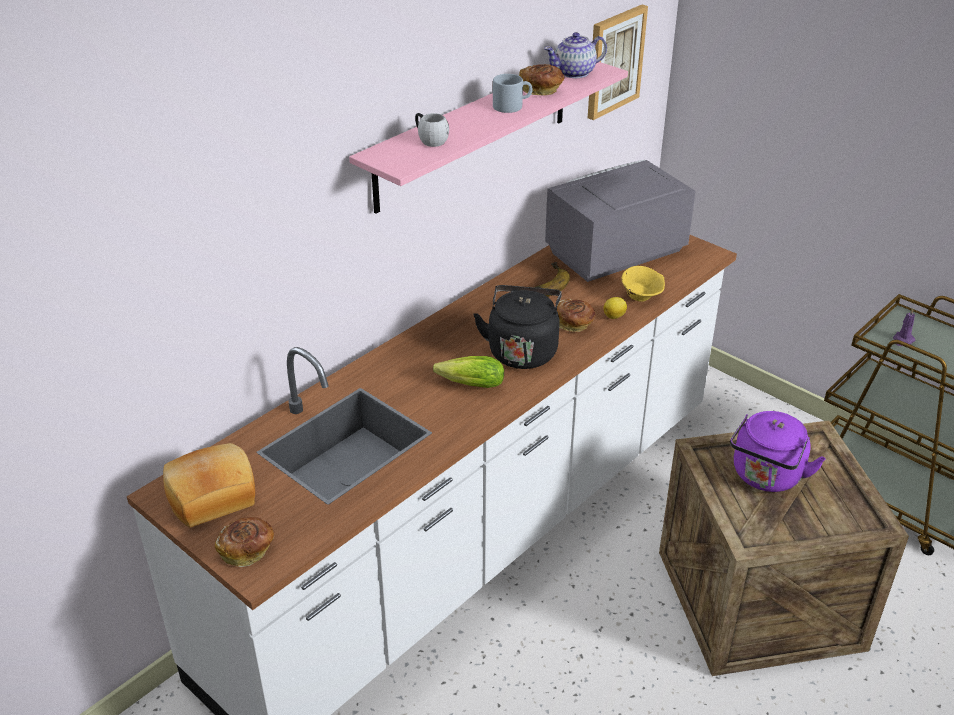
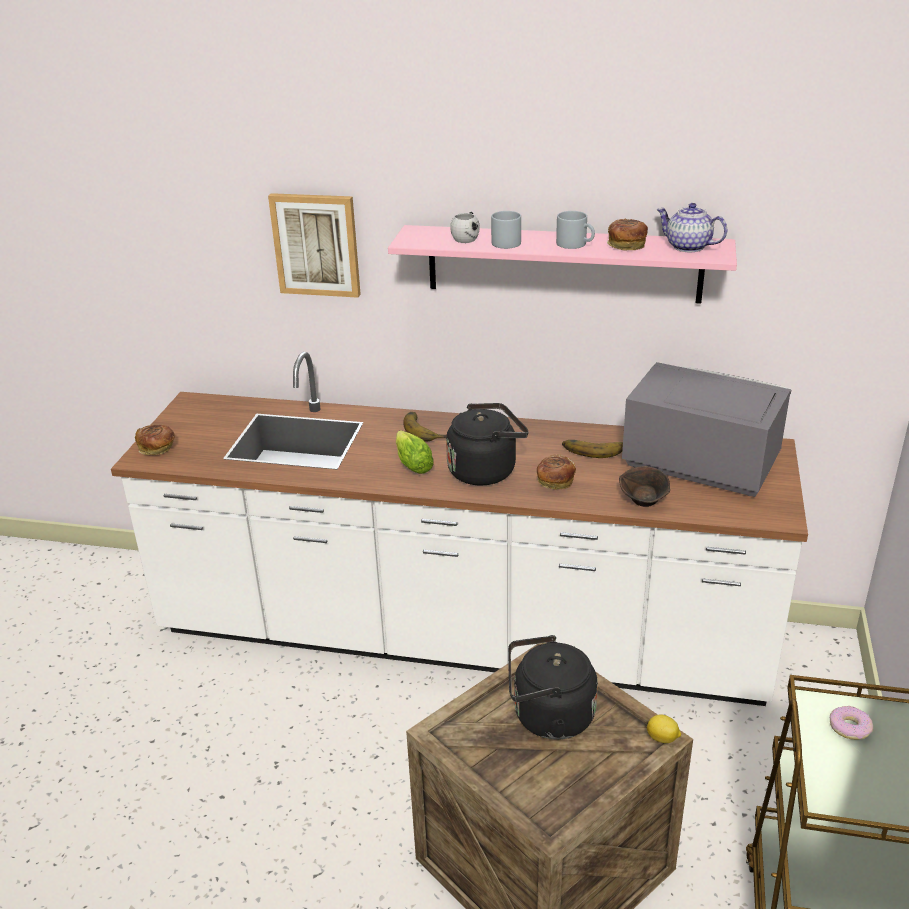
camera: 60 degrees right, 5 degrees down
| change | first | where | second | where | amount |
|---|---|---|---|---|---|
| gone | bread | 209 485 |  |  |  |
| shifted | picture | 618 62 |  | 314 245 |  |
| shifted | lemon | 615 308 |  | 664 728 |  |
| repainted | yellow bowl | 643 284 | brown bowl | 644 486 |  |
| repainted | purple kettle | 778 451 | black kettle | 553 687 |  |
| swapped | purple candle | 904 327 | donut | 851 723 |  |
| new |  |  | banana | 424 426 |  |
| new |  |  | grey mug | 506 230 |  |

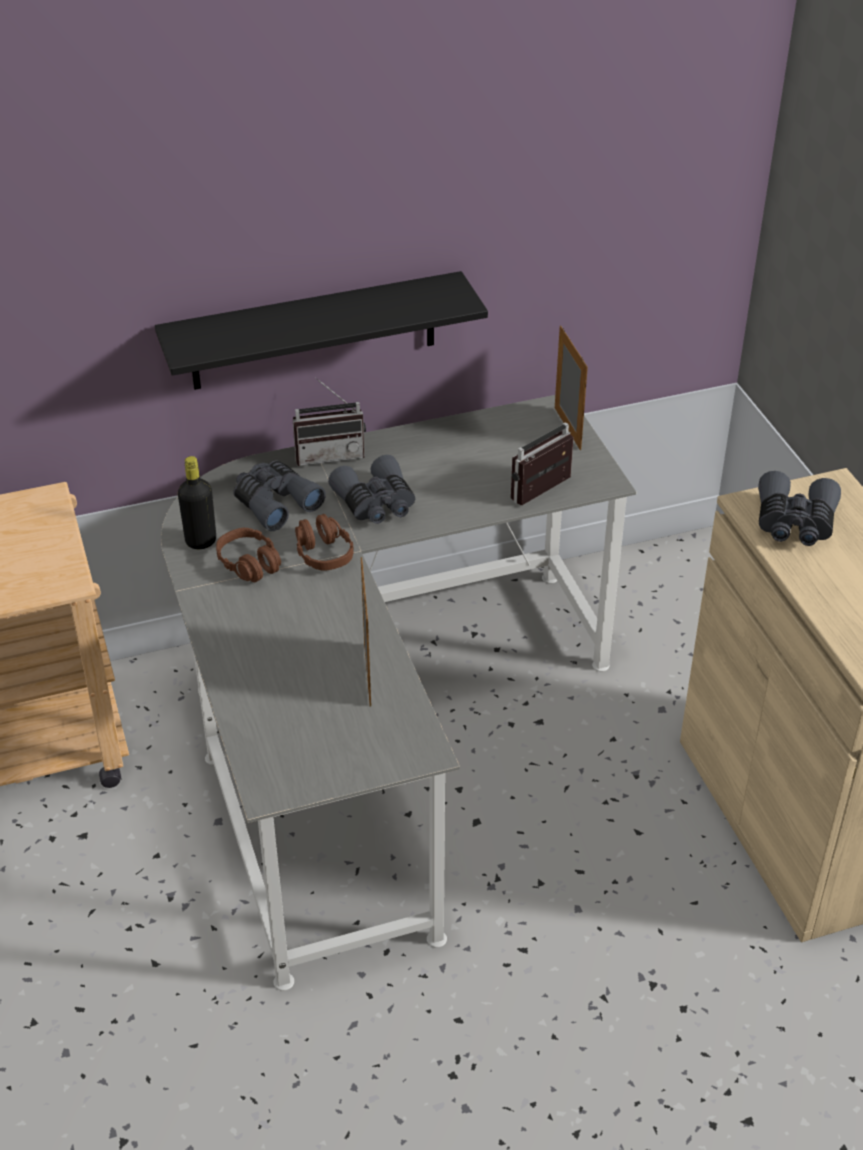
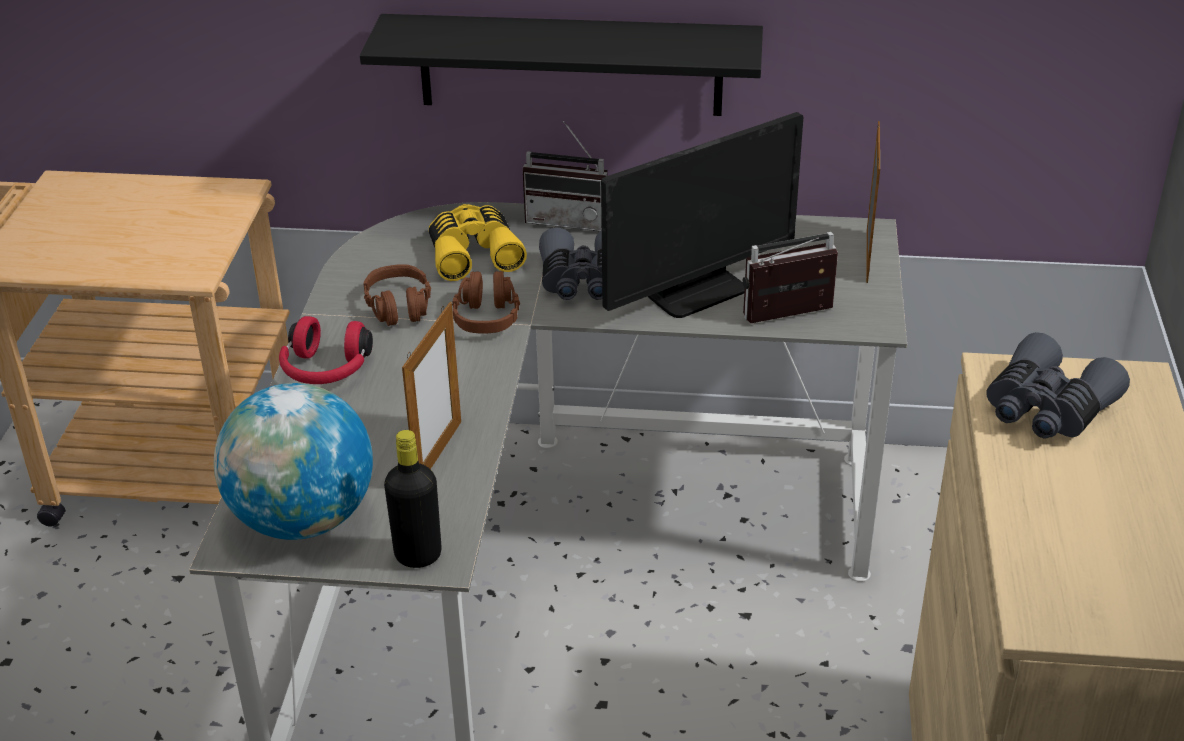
camera: 25 degrees right, 5 degrees down
| change | first | where | second | where | amount |
|---|---|---|---|---|---|
| shifted | black bottle | 197 502 |  | 413 499 |  |
| repainted | grey binoculars | 279 495 | yellow binoculars | 478 242 |  |
| new |  |  | globe | 293 461 |  |
| new |  |  | red headphones | 326 350 |  |
| new |  |  | monitor | 702 215 |  |

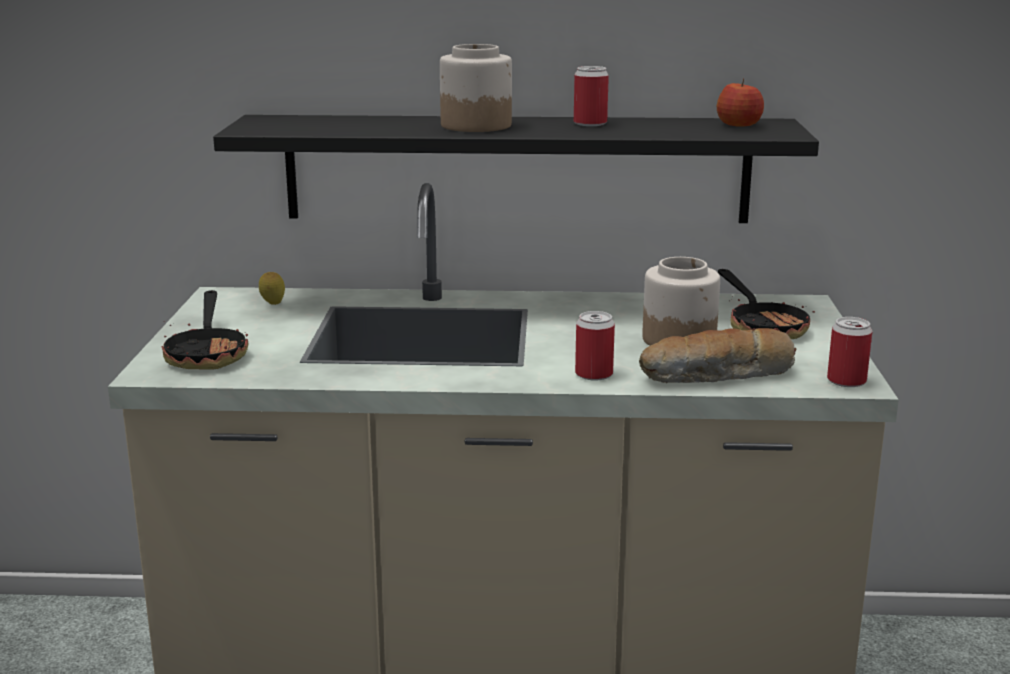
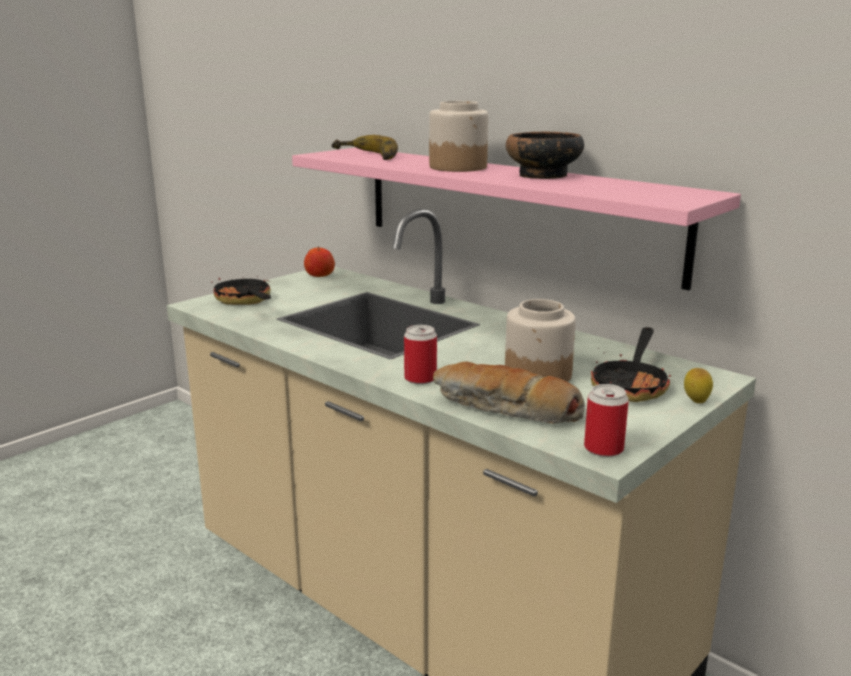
camera: 40 degrees right, 0 degrees up
| change | first | where | second | where | amount |
|---|---|---|---|---|---|
| rotated | frying pan | 205 329 |  | 241 290 | 120 degrees clockwise |
| repainted | black shelf | 516 169 | pink shelf | 516 219 |  |
| shifted | lemon | 272 288 |  | 698 385 |  |
| swapped | can | 591 96 | bowl | 545 155 |  |
| shifted | apple | 740 102 |  | 319 261 |  |
| new |  |  | banana | 364 147 |  |

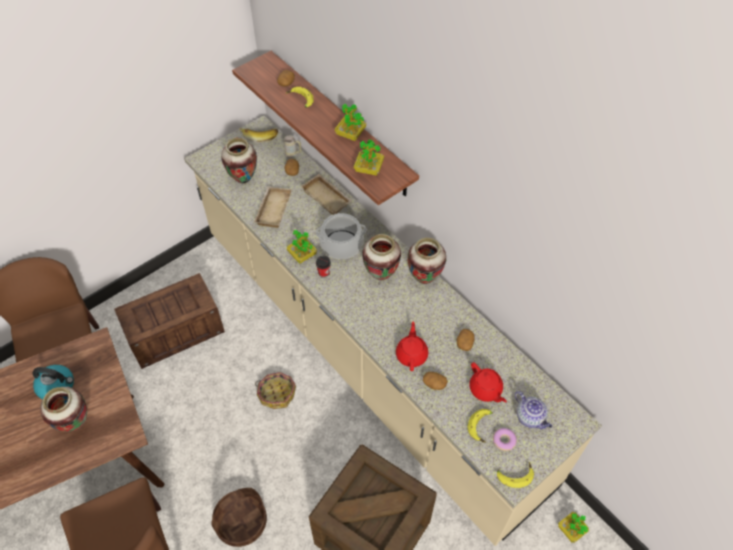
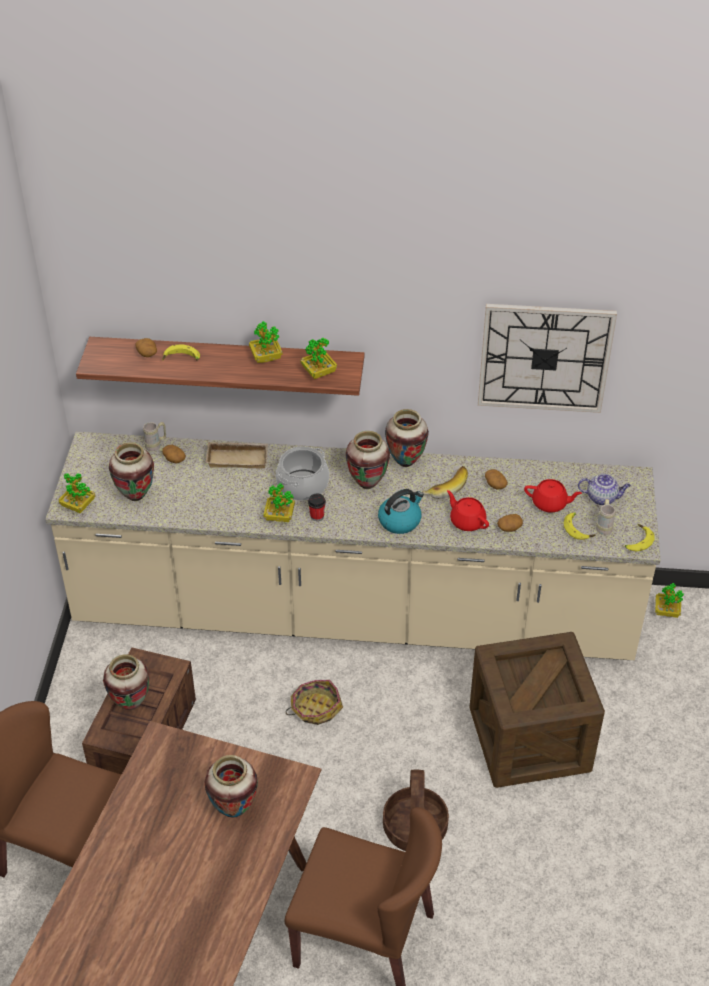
camera: 45 degrees left, 10 degrees down
| change | first | where | second | where | amount |
|---|---|---|---|---|---|
| shifted | kettle | 53 382 |  | 401 511 |  |
| shifted | banana | 258 135 |  | 445 482 |  |
| gone | beige tray | 273 207 |  |  |  |
| swapped | donut | 505 439 | beige mug | 605 517 |  |
| new |  |  | potted plant | 76 493 |  |
| new |  |  | vase | 126 682 |  |
| new |  |  | wall clock | 547 358 |  |

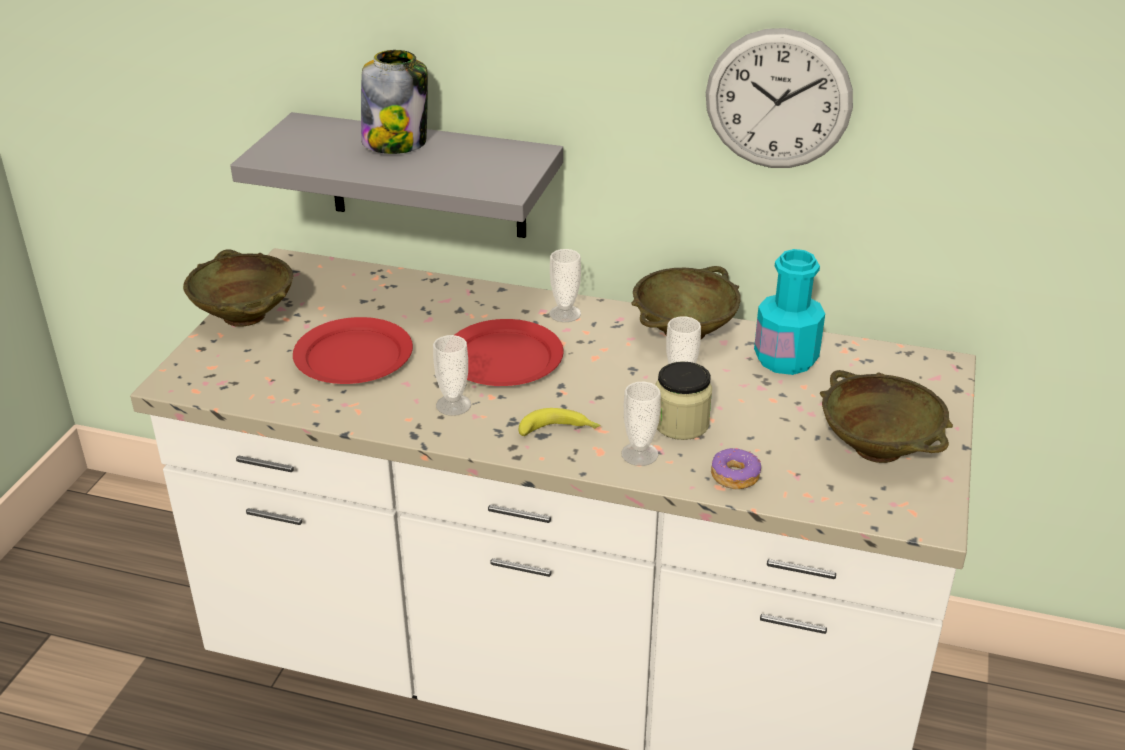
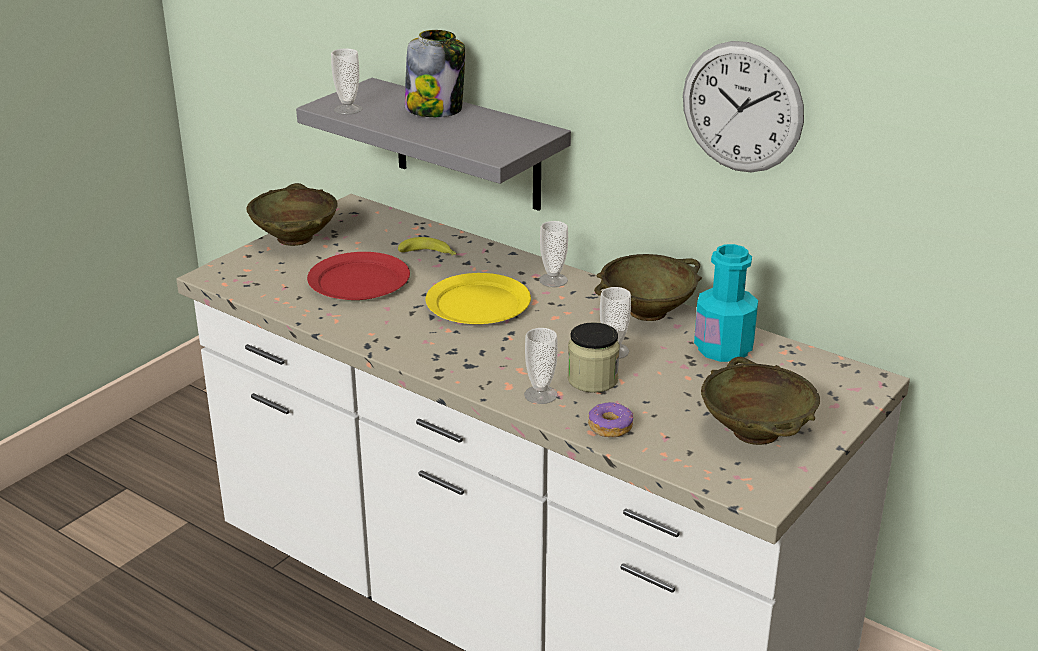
camera: 20 degrees right, 5 degrees down
| change | first | where | second | where | amount |
|---|---|---|---|---|---|
| shifted | cup | 452 375 |  | 346 81 |  |
| repainted | red plate | 509 352 | yellow plate | 478 298 |  |
| shifted | banana | 560 422 |  | 427 246 |  |

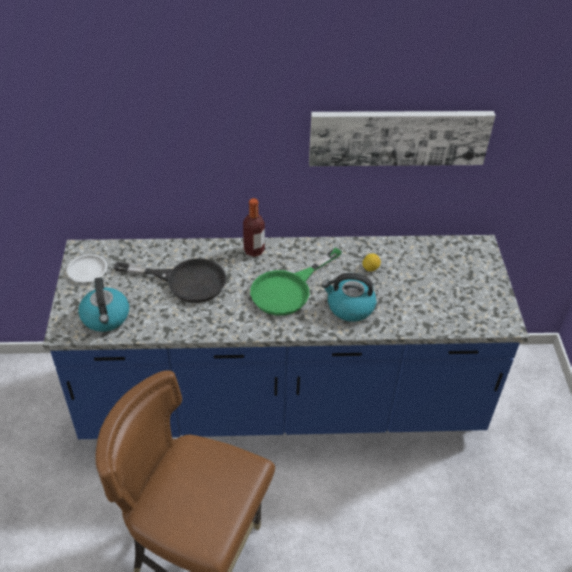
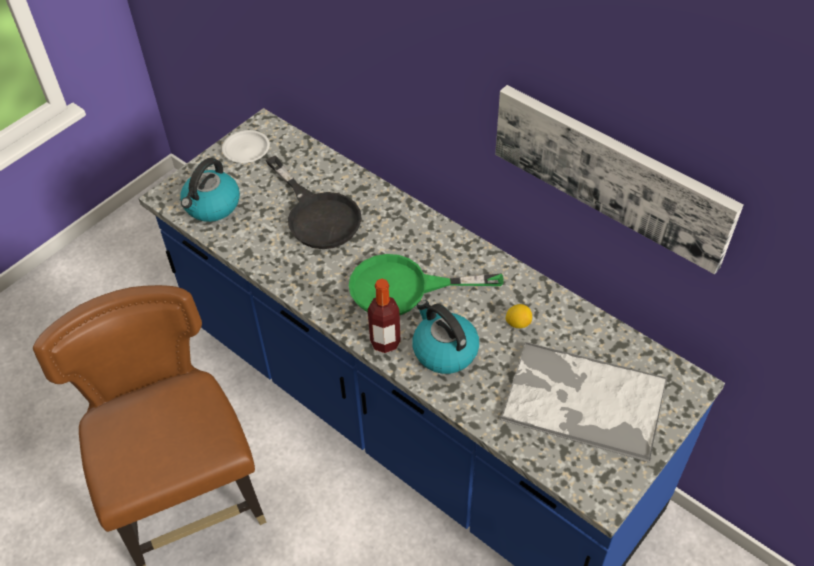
camera: 45 degrees right, 5 degrees up
| change | first | where | second | where | amount |
|---|---|---|---|---|---|
| shifted | bottle | 254 227 |  | 384 316 |  |
| new |  |  | tray | 584 402 |  |

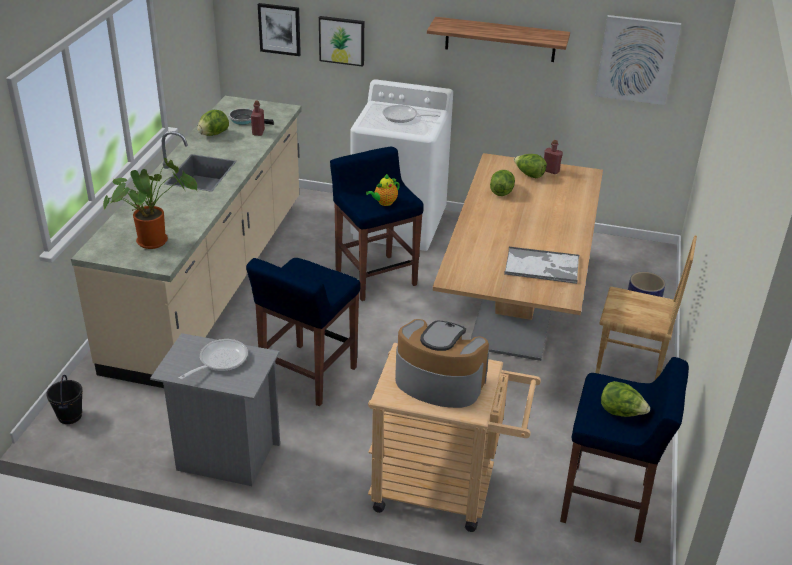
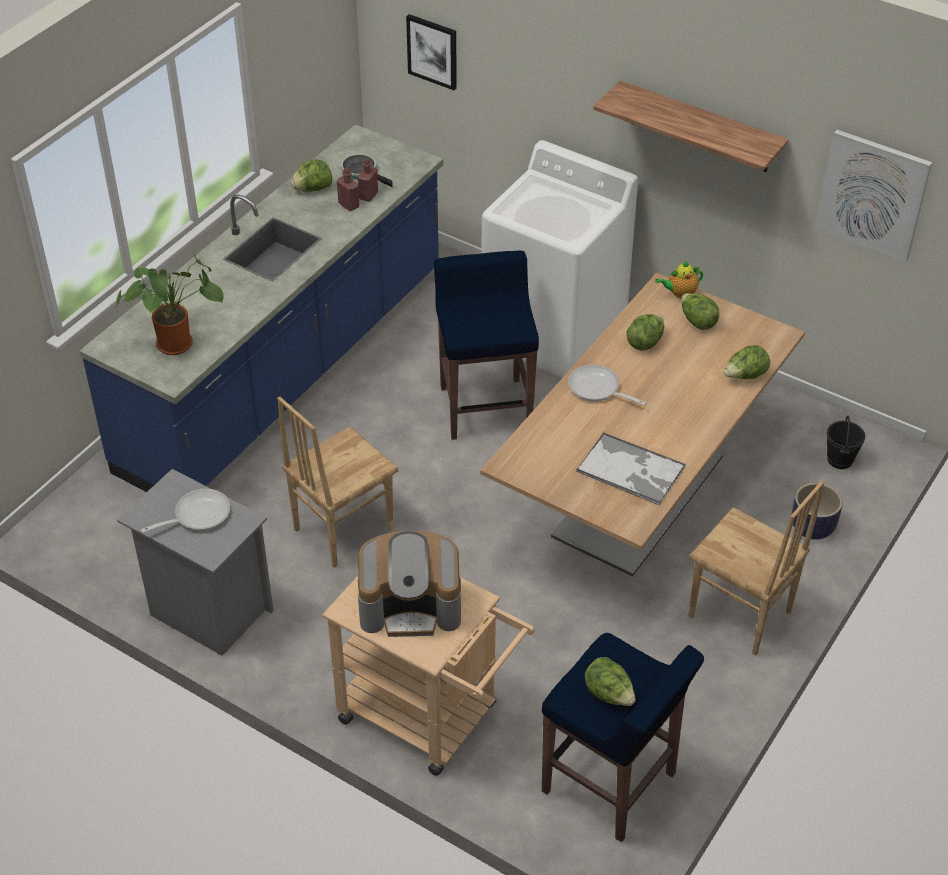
camera: 20 degrees right, 10 degrees up
| change | first | where | second | where | amount |
|---|---|---|---|---|---|
| shifted | black bucket | 64 399 |  | 845 442 |  |
| repainted | beige counter | 186 242 | blue counter | 261 308 |  |
| swapped | blue stool | 303 332 | brown chair | 337 482 |  |
| gone | picture | 341 41 |  |  |  |
| shifted | teapot | 383 190 |  | 679 280 |  |
| shifted | frying pan | 411 114 |  | 607 384 |  |
| rotated | coffee machine | 442 363 |  | 409 584 | 135 degrees clockwise |
| shifted | red bottle | 553 157 |  | 348 189 |  |
| new |  |  | lettuce | 747 362 |  |

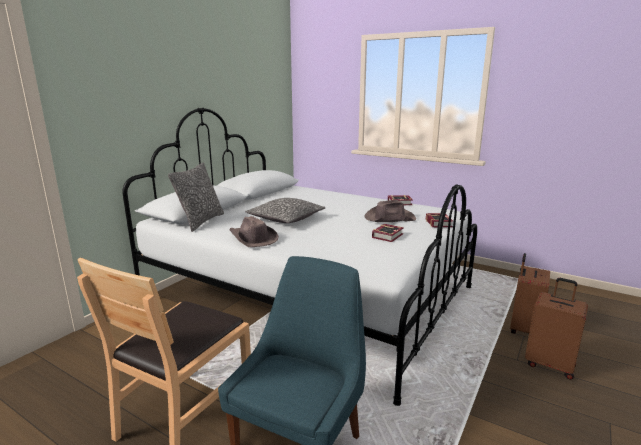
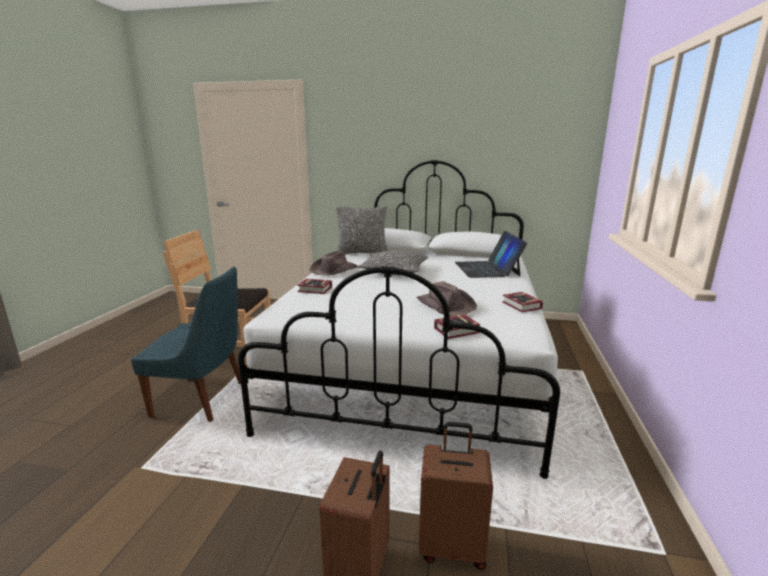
camera: 70 degrees right, 0 degrees up
| change | first | where | second | where | amount |
|---|---|---|---|---|---|
| shifted | book | 388 233 |  | 314 286 |  |
| new |  |  | laptop | 491 254 |  |

